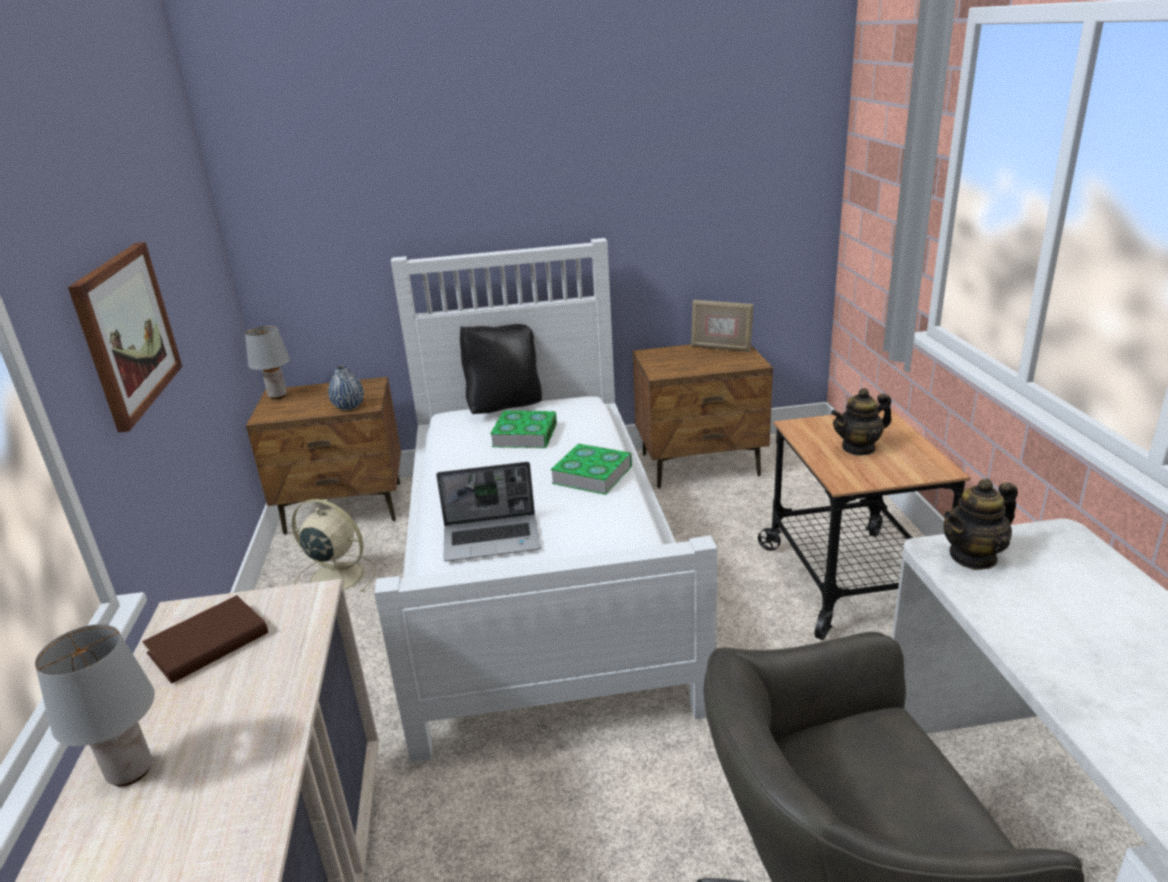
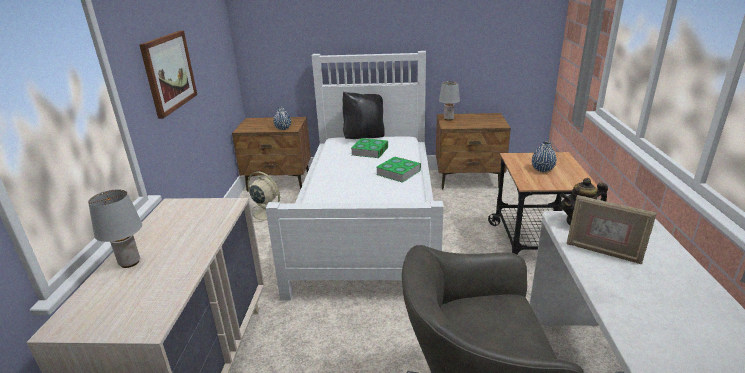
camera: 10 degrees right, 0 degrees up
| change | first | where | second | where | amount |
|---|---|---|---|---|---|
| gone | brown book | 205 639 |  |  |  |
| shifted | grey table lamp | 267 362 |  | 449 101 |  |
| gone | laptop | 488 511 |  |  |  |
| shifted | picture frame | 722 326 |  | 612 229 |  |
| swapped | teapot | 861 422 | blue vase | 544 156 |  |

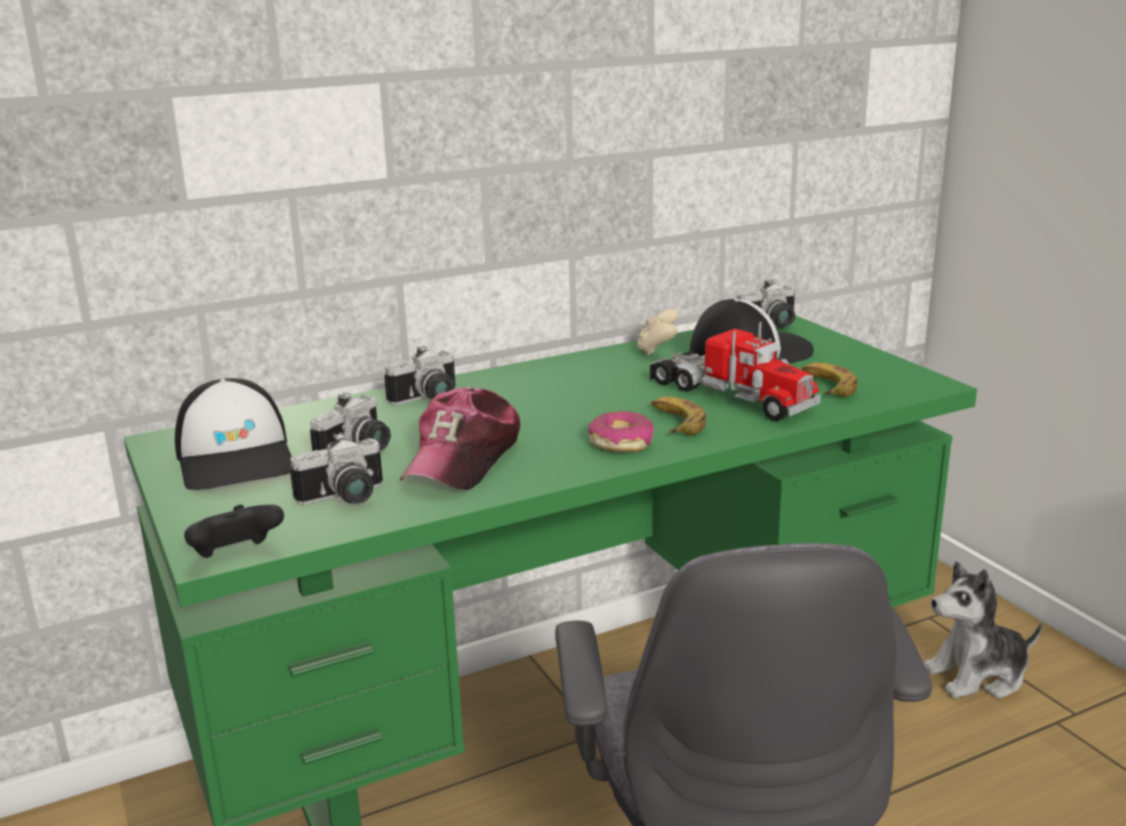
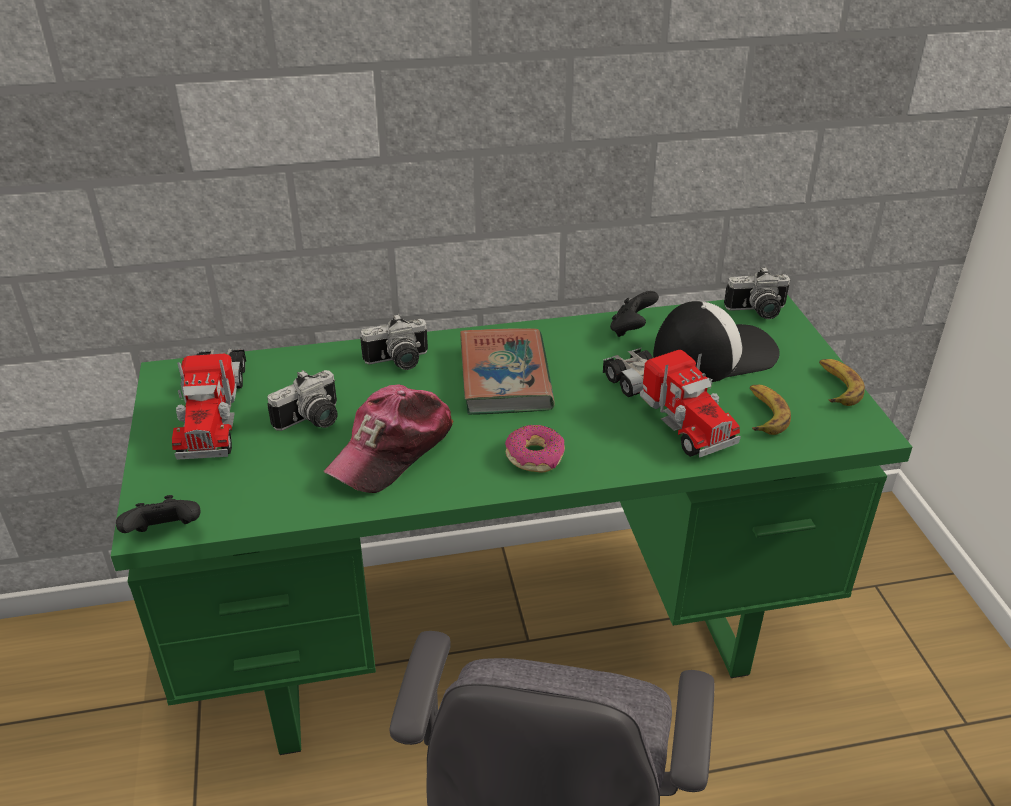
camera: 15 degrees right, 15 degrees up
| change | first | where | second | where | amount |
|---|---|---|---|---|---|
| swapped | cap | 233 434 | toy truck | 209 404 |  |
| gone | photo camera | 336 468 |  |  |  |
| repainted | beige game controller | 657 332 | black game controller | 634 314 |  |
| shifted | banana | 678 416 |  | 842 382 |  |
| gone | plush toy | 983 630 |  |  |  |
| new |  |  | book | 507 371 |  |

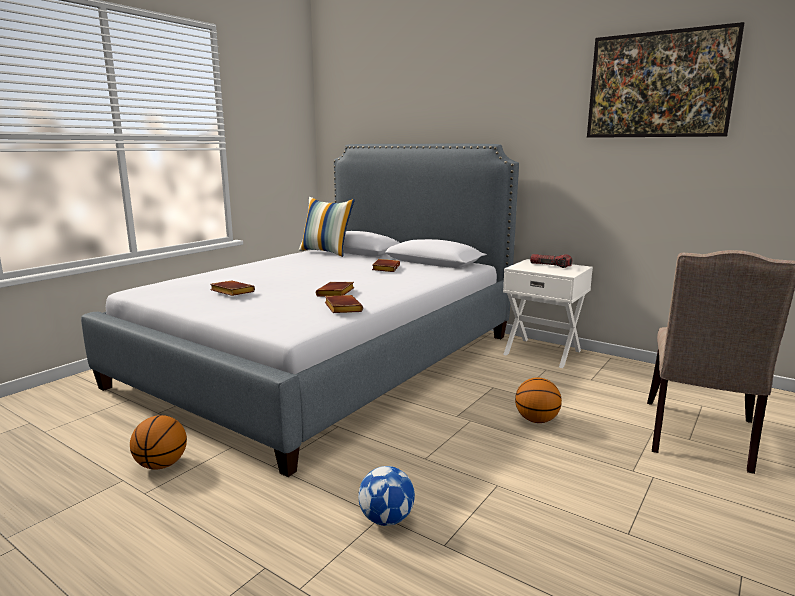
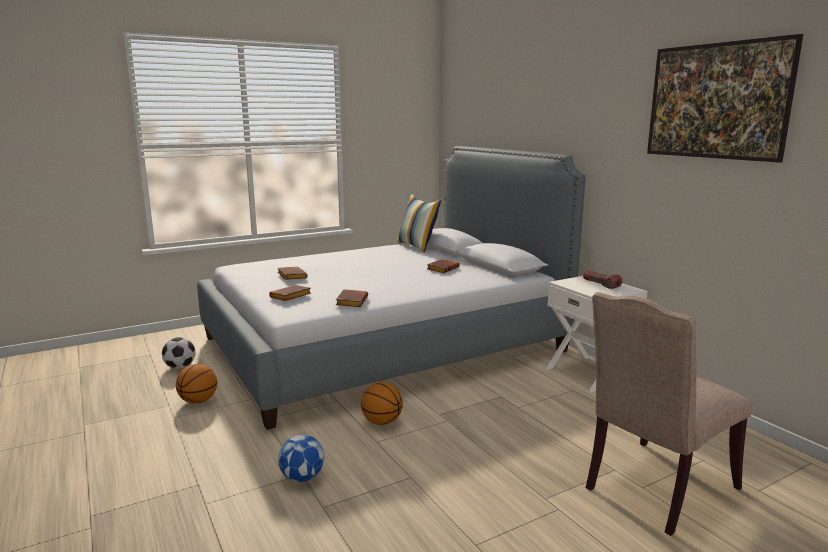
camera: 25 degrees right, 0 degrees up
| change | first | where | second | where | amount |
|---|---|---|---|---|---|
| shifted | brown book | 335 289 |  | 290 293 |  |
| shifted | basketball | 538 400 |  | 382 403 |  |
| new |  |  | football | 178 353 |  |

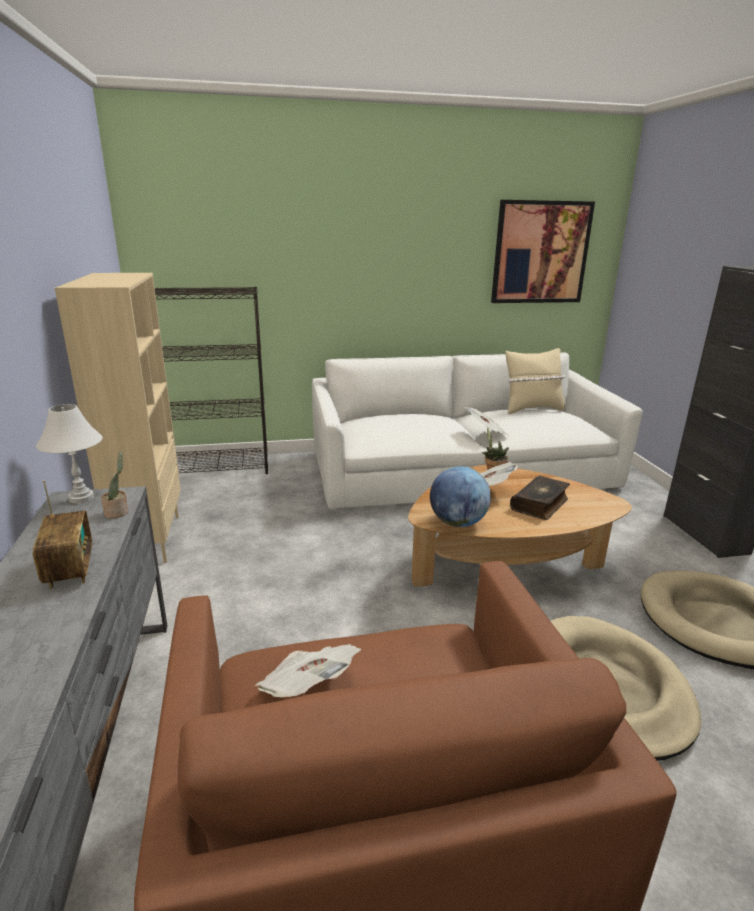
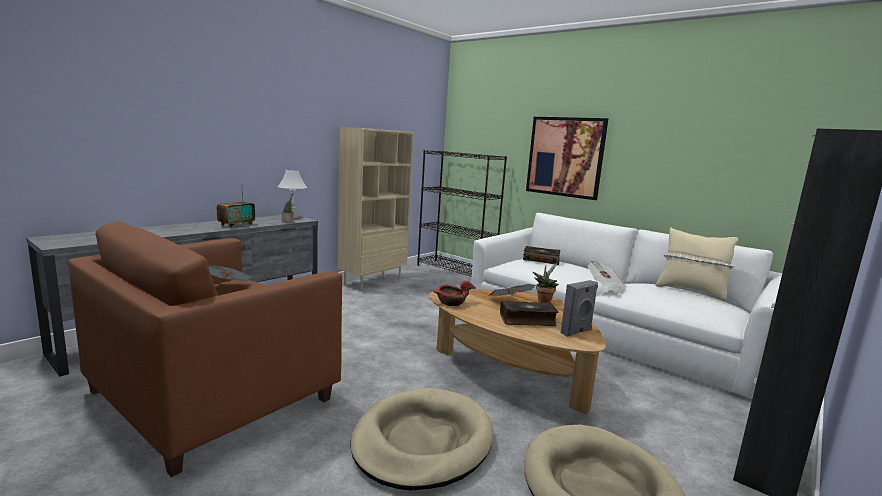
camera: 50 degrees right, 10 degrees down
| change | first | where | second | where | amount |
|---|---|---|---|---|---|
| swapped | globe | 460 496 | red bowl | 454 293 |  |
| shifted | picture | 543 251 |  | 567 158 |  |
| new |  |  | book | 541 255 |  |
| new |  |  | grey speaker | 579 308 |  |

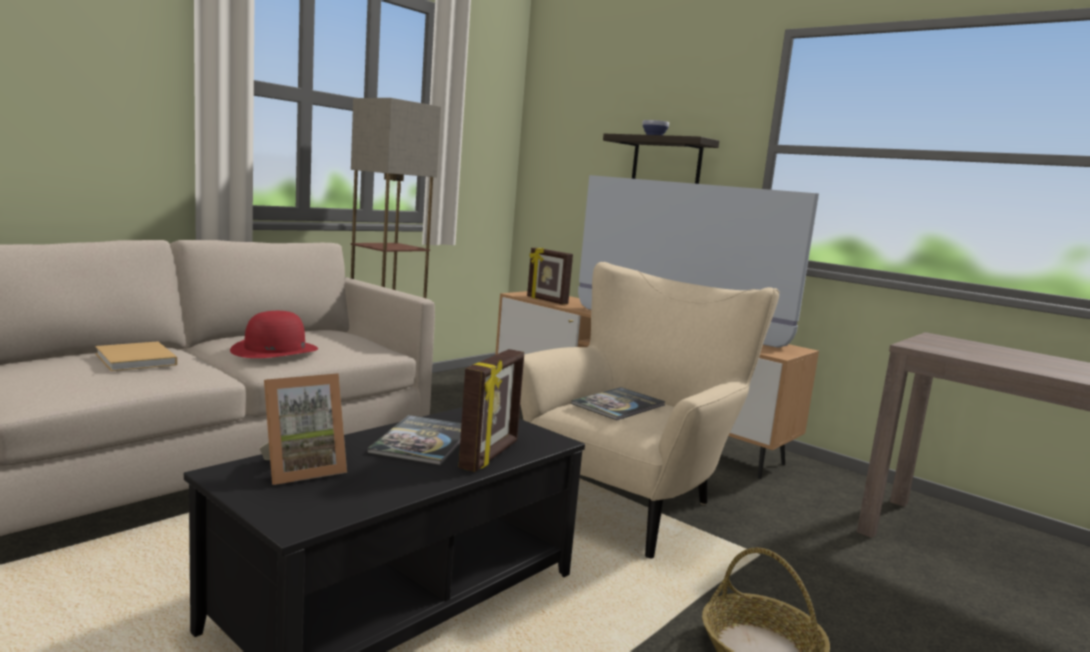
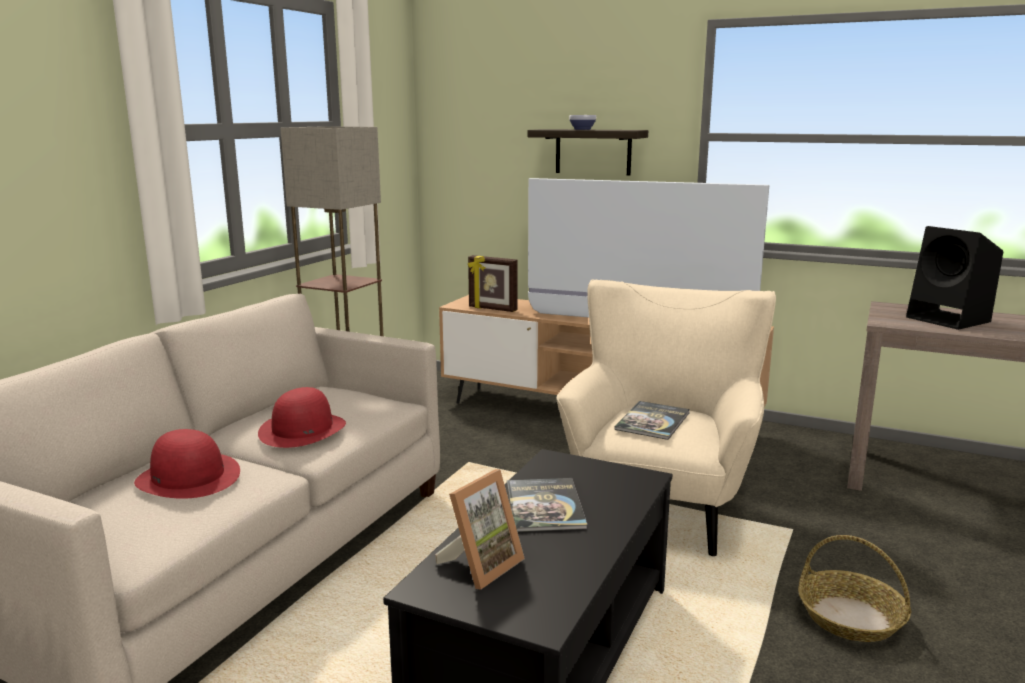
camera: 15 degrees left, 5 degrees up
| change | first | where | second | where | amount |
|---|---|---|---|---|---|
| swapped | beige book | 136 356 | red hat | 187 464 |  |
| gone | picture frame | 491 410 |  |  |  |
| new |  |  | black speaker | 954 278 |  |

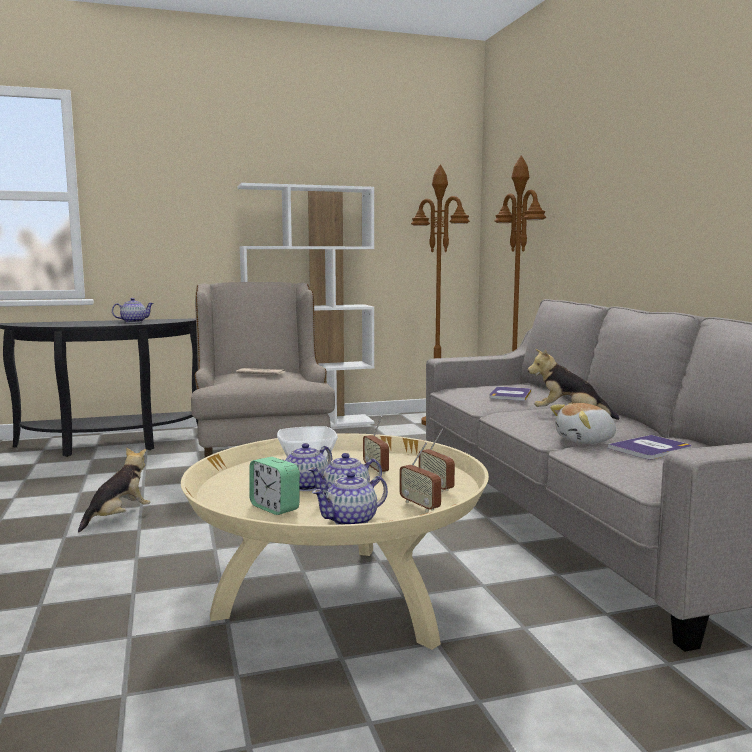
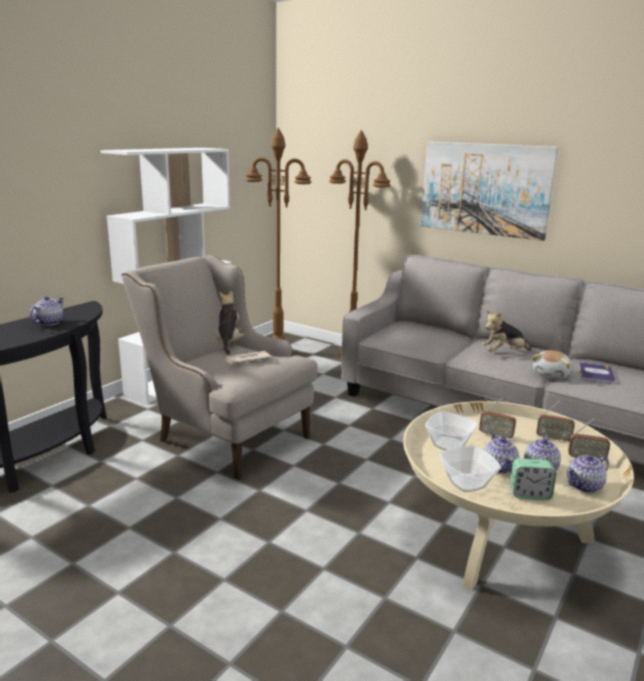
camera: 40 degrees left, 10 degrees up
| change | first | where | second | where | amount |
|---|---|---|---|---|---|
| shifted | plush toy | 114 490 |  | 230 323 |  |
| rotated | teapot | 350 498 |  | 588 473 | 45 degrees clockwise |
| gone | book | 510 394 |  |  |  |
| new |  |  | picture | 490 191 |  |
| new |  |  | bowl | 470 469 |  |

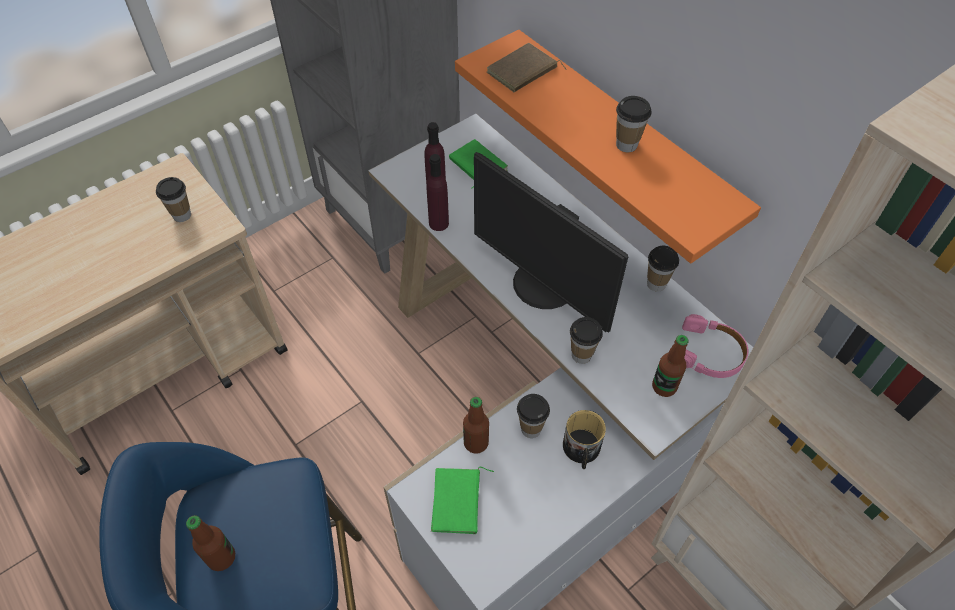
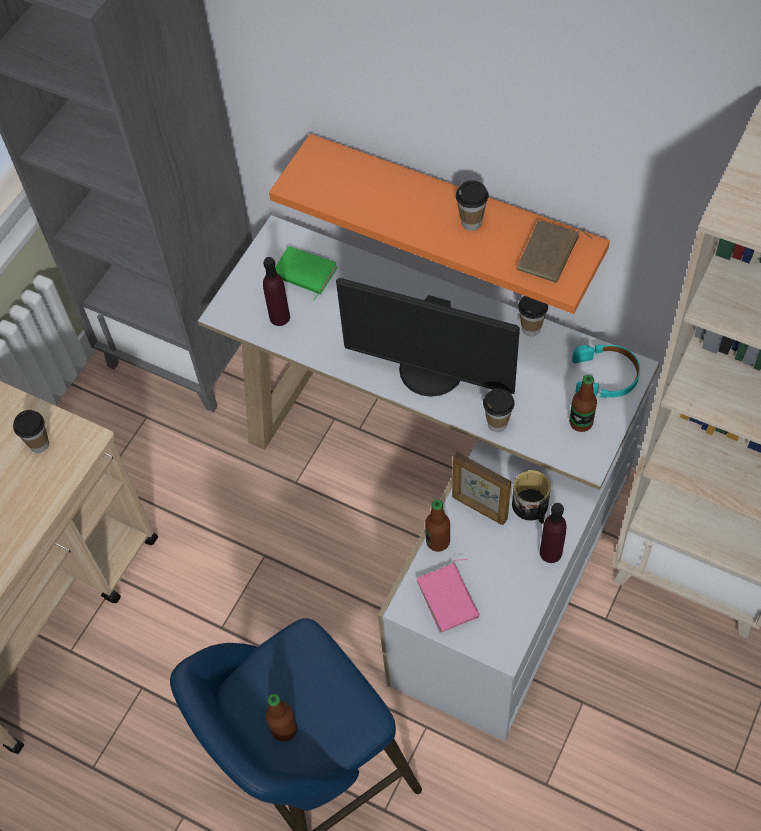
camera: 20 degrees left, 5 degrees up
| change | first | where | second | where | amount |
|---|---|---|---|---|---|
| shifted | purple bottle | 437 192 |  | 553 533 |  |
| repainted | green book | 462 500 | pink book | 448 596 |  |
| shifted | brown book | 527 67 |  | 554 251 |  |
| swapped | cup | 533 416 | picture frame | 481 488 |  |
| repainted | pink headphones | 715 346 | turquoise headphones | 606 371 |  |

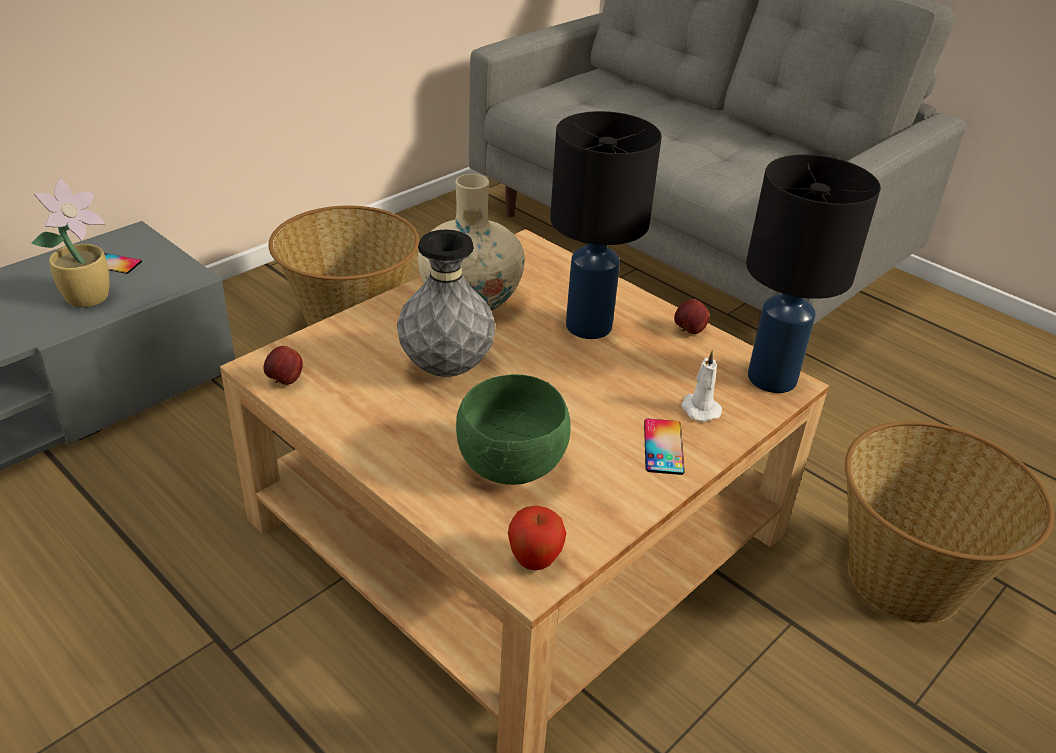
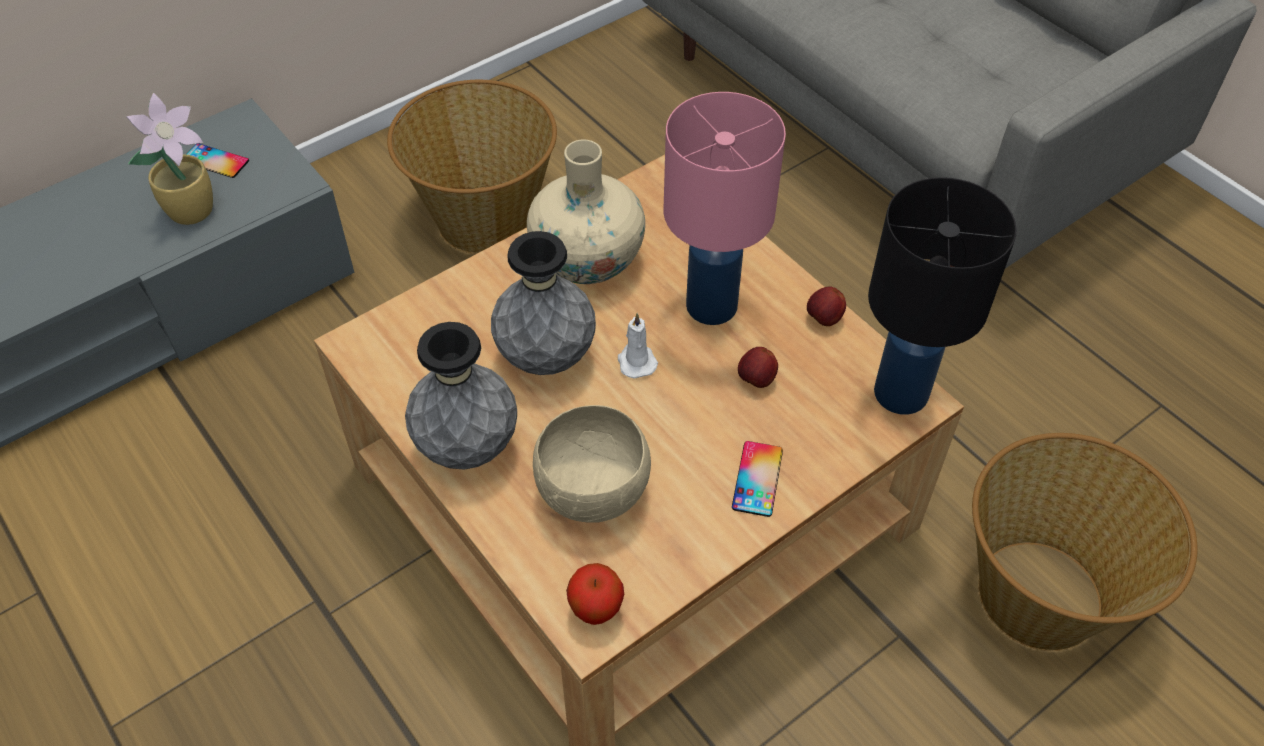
camera: 10 degrees right, 15 degrees up
| change | first | where | second | where | amount |
|---|---|---|---|---|---|
| shifted | apple | 283 365 |  | 758 367 |  |
| repainted | green bowl | 513 429 | beige bowl | 592 464 |  |
| repainted | black table lamp | 606 225 | pink table lamp | 725 208 |  |
| shifted | white candle | 701 386 |  | 638 346 |  |
| new |  |  | grey vase | 461 395 |  |

